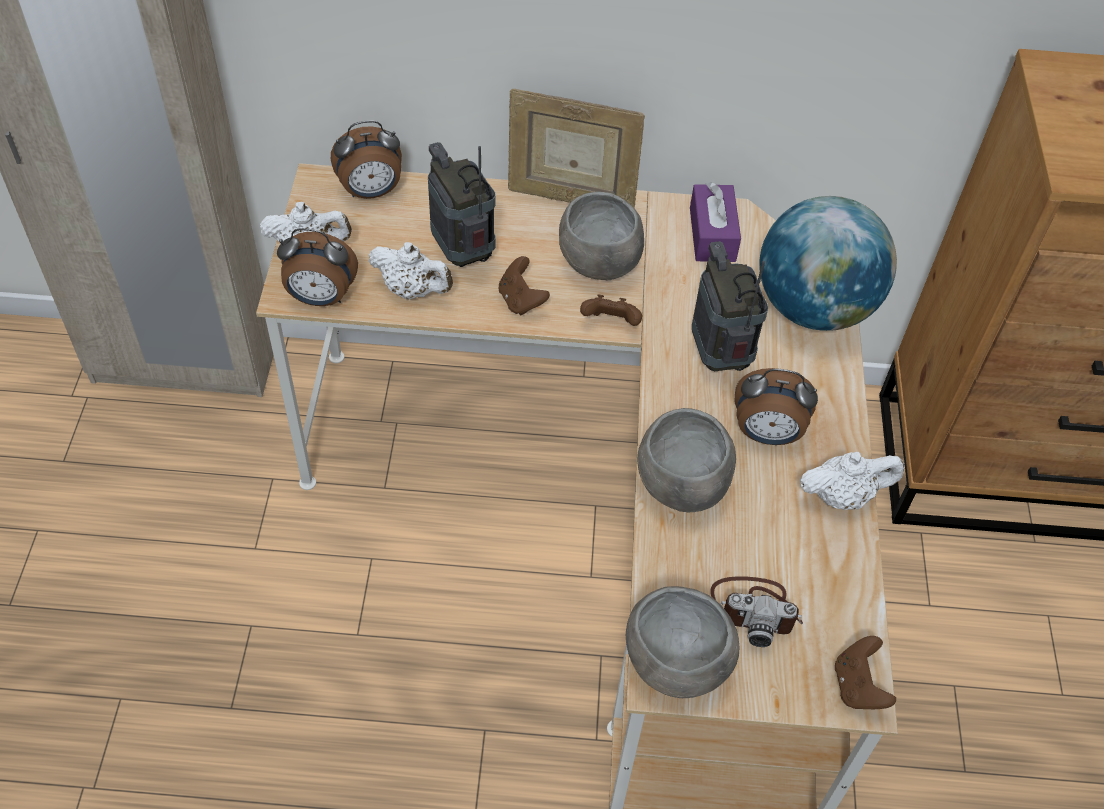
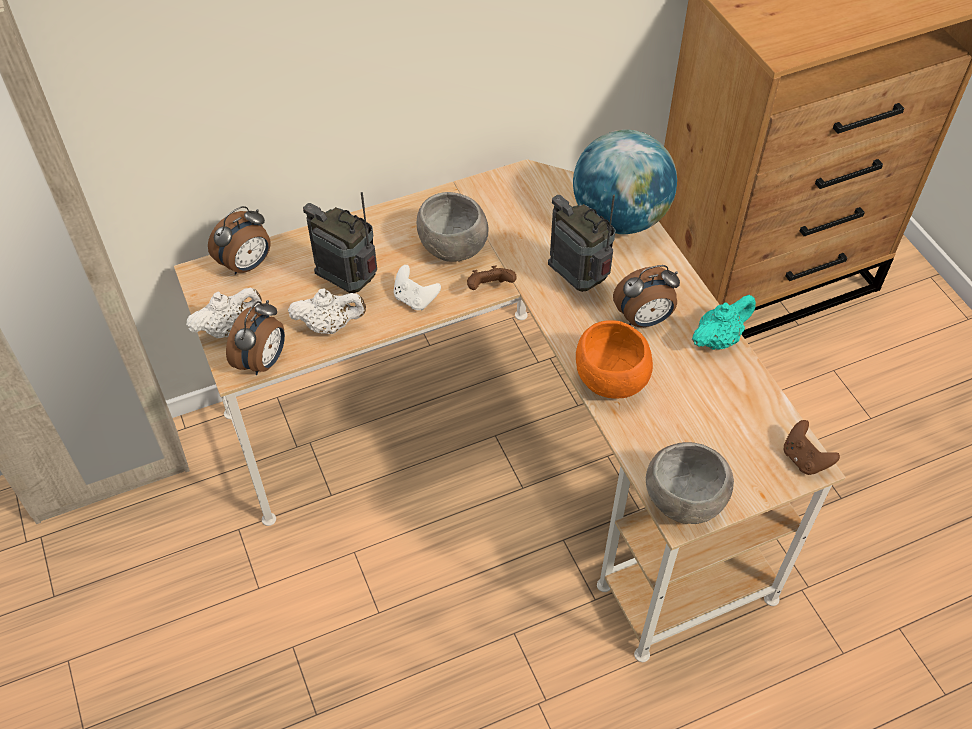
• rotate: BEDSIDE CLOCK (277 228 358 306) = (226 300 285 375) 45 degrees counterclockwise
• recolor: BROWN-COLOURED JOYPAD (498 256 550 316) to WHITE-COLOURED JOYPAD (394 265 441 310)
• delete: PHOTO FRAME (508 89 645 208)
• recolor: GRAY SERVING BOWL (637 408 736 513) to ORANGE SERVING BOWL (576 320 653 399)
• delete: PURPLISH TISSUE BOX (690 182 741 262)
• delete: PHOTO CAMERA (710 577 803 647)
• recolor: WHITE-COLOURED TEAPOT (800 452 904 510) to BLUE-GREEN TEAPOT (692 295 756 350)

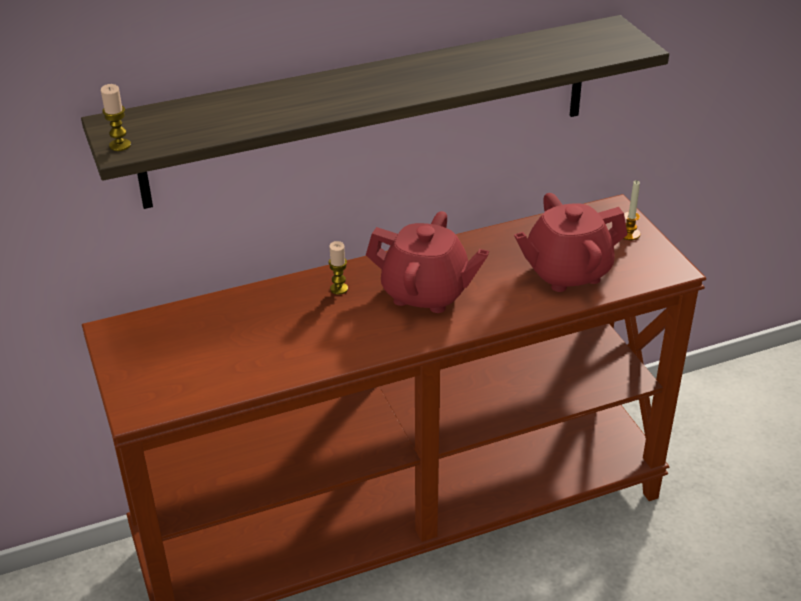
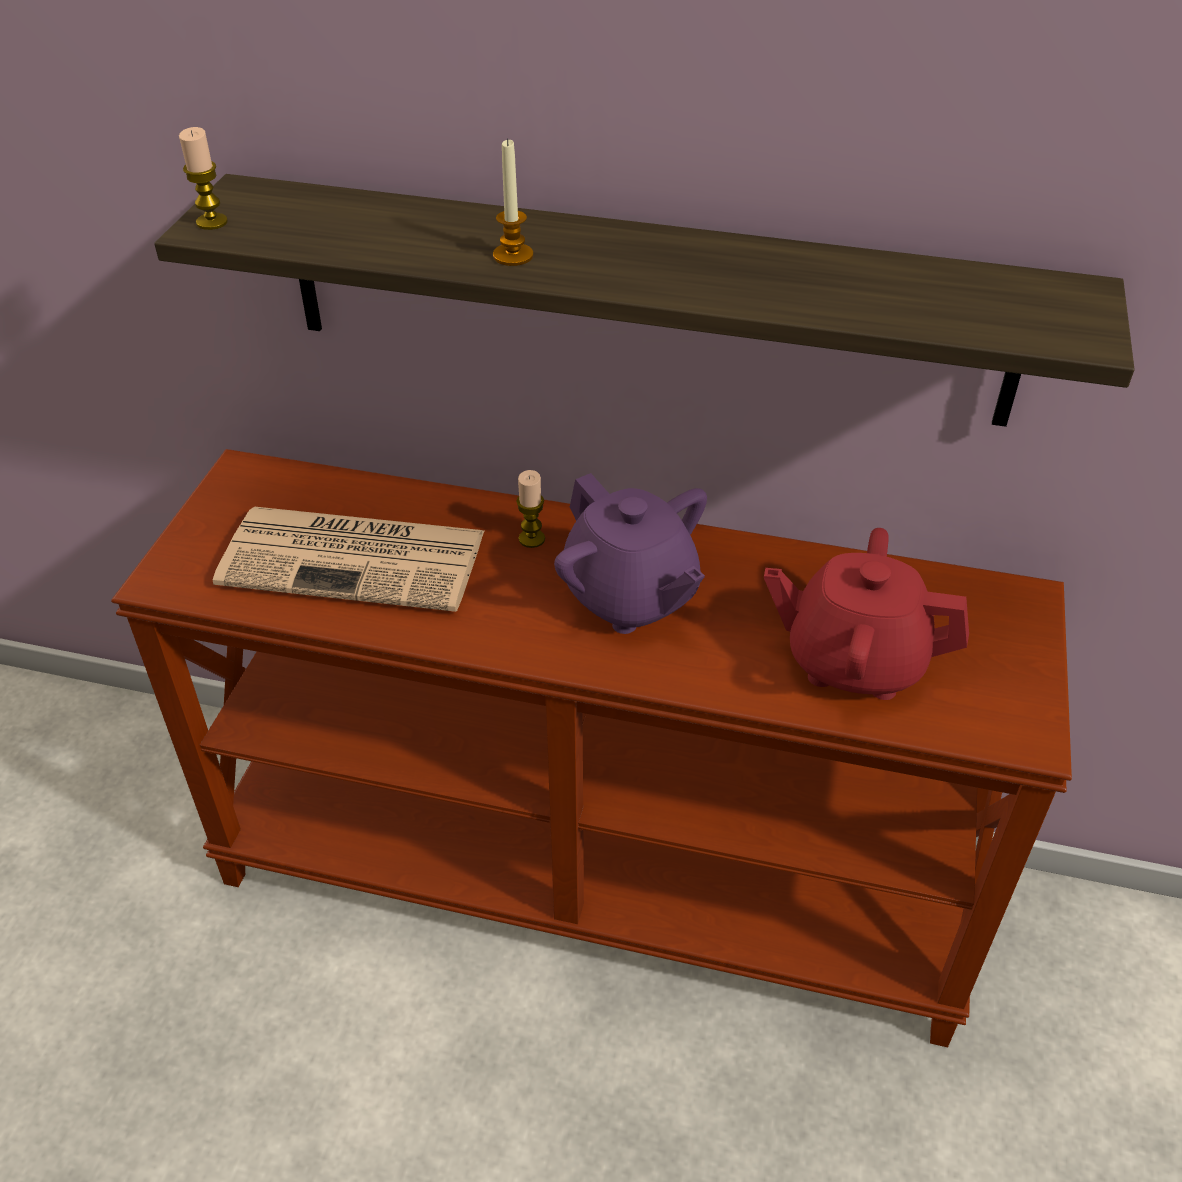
• recolor: RED TEAPOT (366 211 489 313) to PURPLISH TEAPOT (554 473 707 634)
• move: WAX CANDLE (623 180 640 240) to (493 138 533 266)
• insert: DAILY PAPER (213 506 484 612)

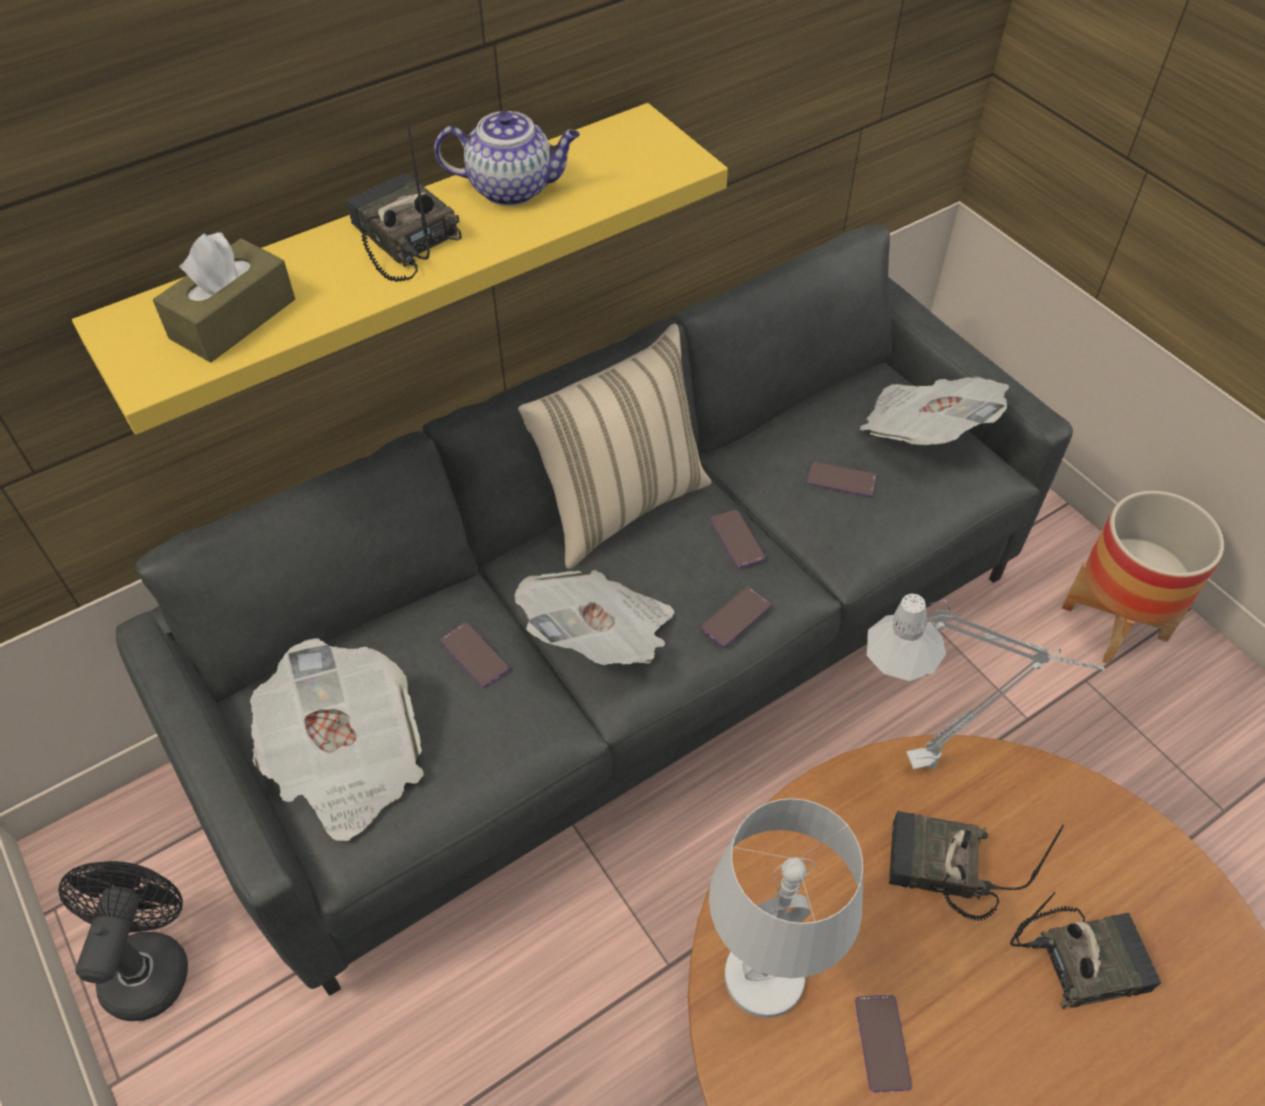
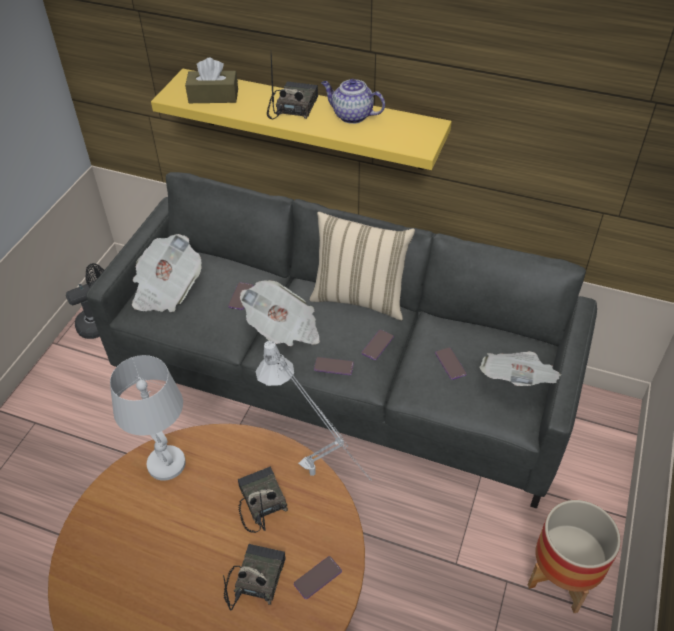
• rotate: TEAPOT (434 111 580 206) = (321 79 385 124) 150 degrees clockwise
• move: HANDSET (855 995 912 1092) to (294 556 342 599)
• rotate: RADIO SET (1010 892 1161 1009) = (223 544 286 610) 120 degrees counterclockwise

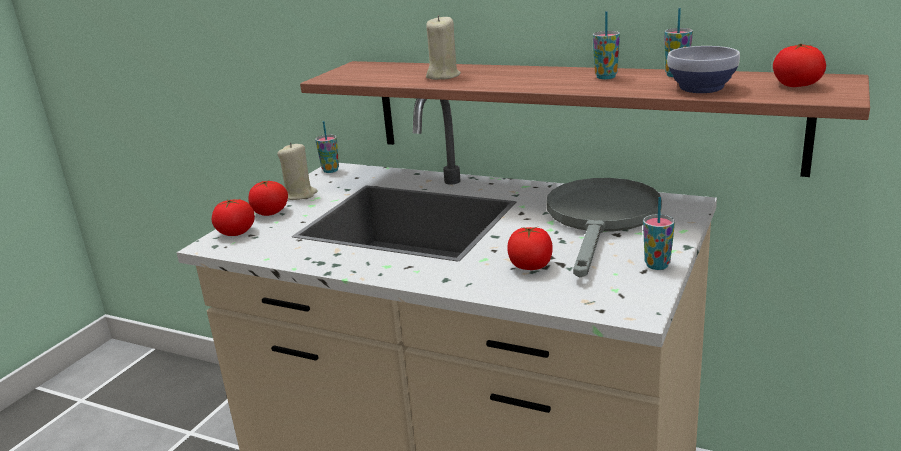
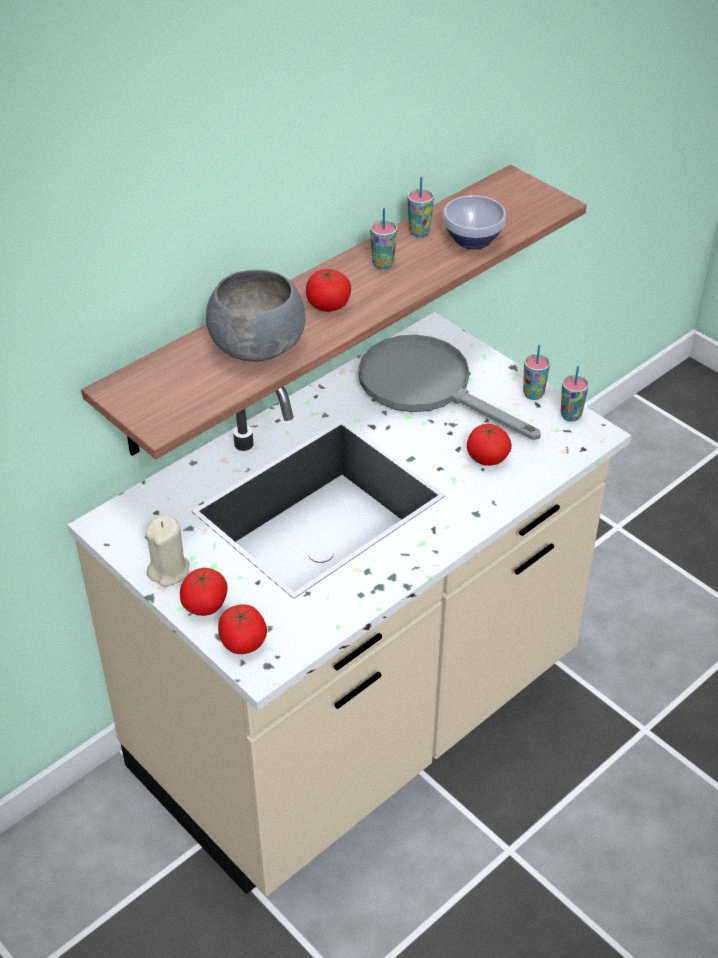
• move: SMALL CUP (315 121 339 173) to (560 366 589 422)
• replace: BEIGE WAX CANDLE (426 15 461 80) to GRAY SERVING BOWL (206 269 305 362)
• move: TOMATO (773 44 826 87) to (306 269 351 312)

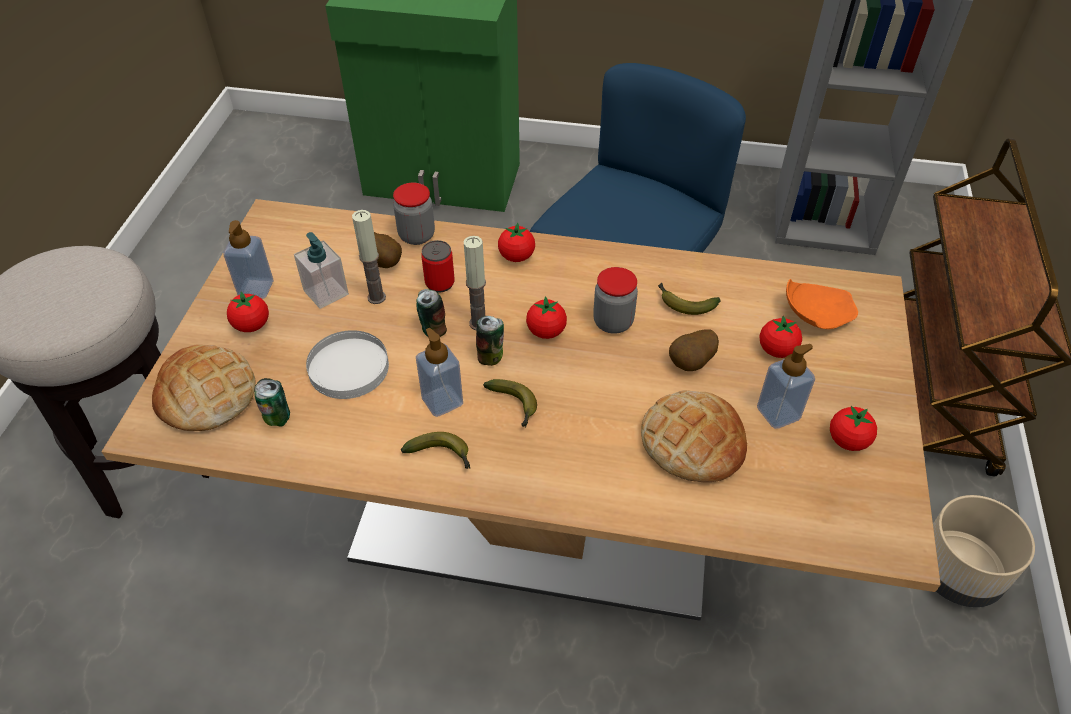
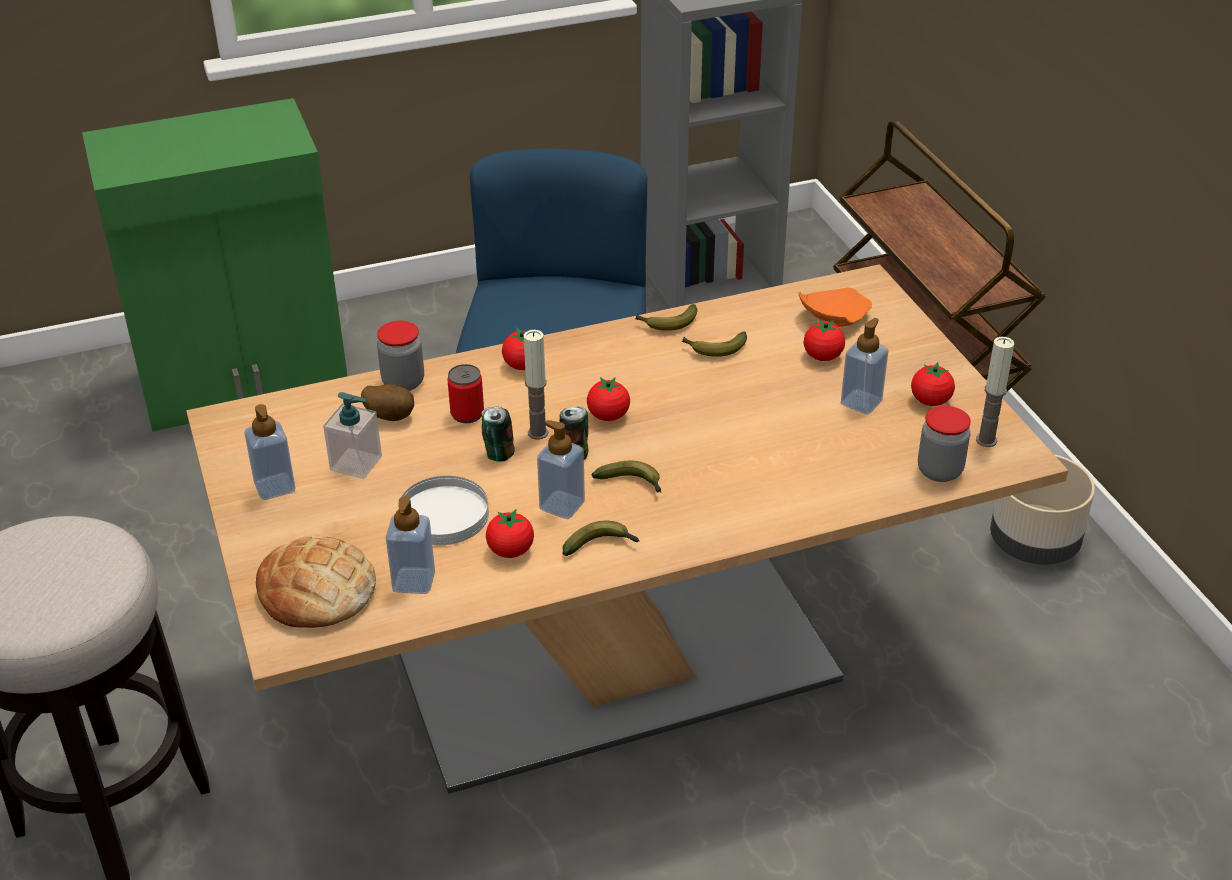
• move: TOMATO (227 292 269 332) to (486 509 534 558)
• replace: SEALED CAN (255 378 290 427) to SOAP DISPENSER (386 496 435 594)
• move: WAX CANDLE (352 210 386 304) to (976 337 1014 447)
• move: JAR (593 267 638 334) to (918 406 971 482)
• delete: BREAD (641 390 747 482)
• delete: SPUD (669 330 719 371)
• insert: WHOLE BANANA (635 304 697 331)

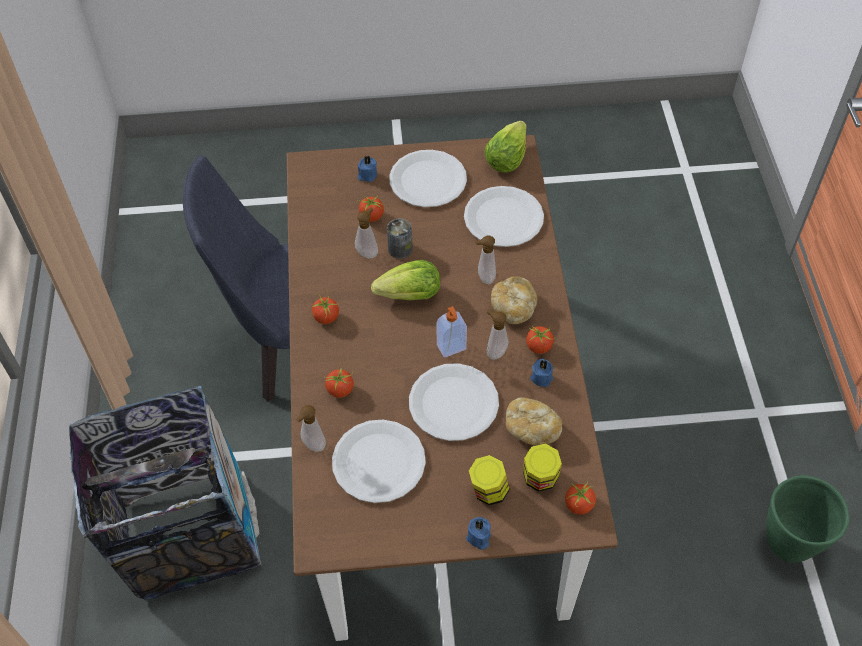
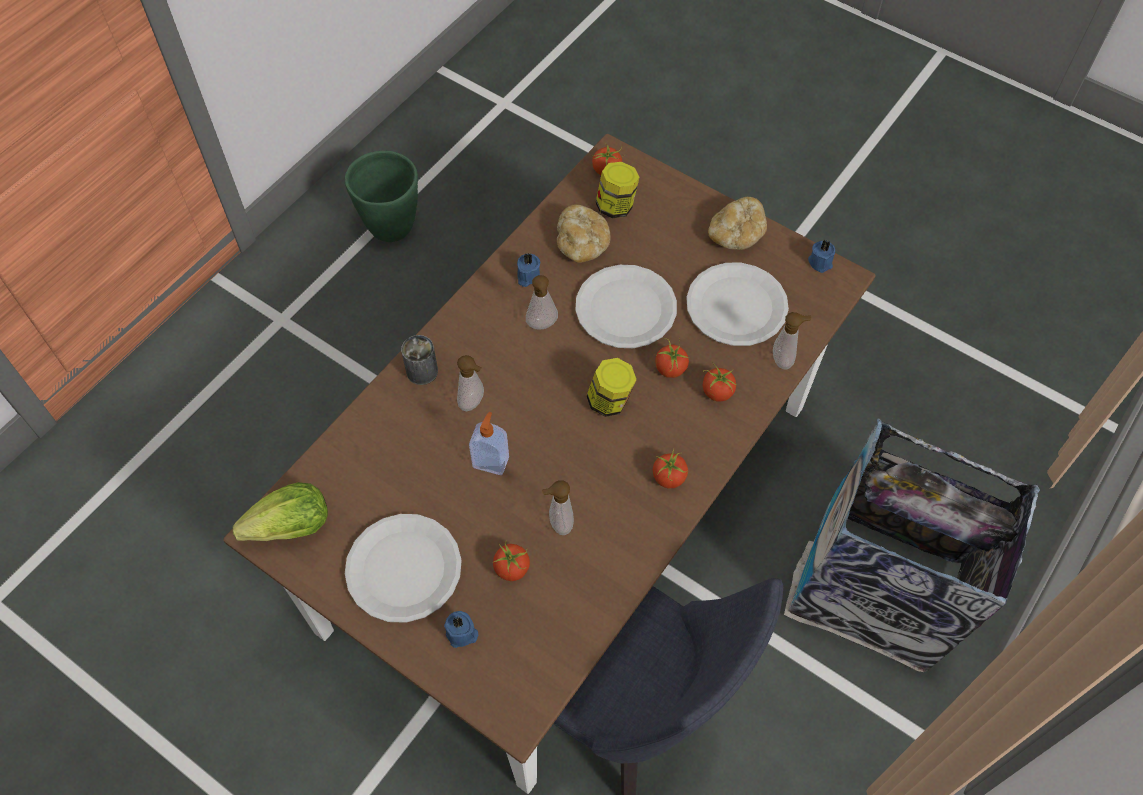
• delete: HEAD OF LETTUCE (371 260 440 300)
• move: SEALED CAN (387 218 413 259) to (401 335 438 385)
• move: SOAP DISPENSER (436 306 467 358) to (469 412 509 475)
• delete: WHITE-COLOURED FLAT DISH (464 186 544 247)
• move: BLUISH WAX CANDLE (466 517 491 550) to (808 239 835 273)
• move: JAR (469 455 510 505) to (586 358 637 417)
• move: BREAD (491 276 537 324) to (708 197 767 250)
• move: TOMATO (526 325 554 354) to (655 339 689 378)

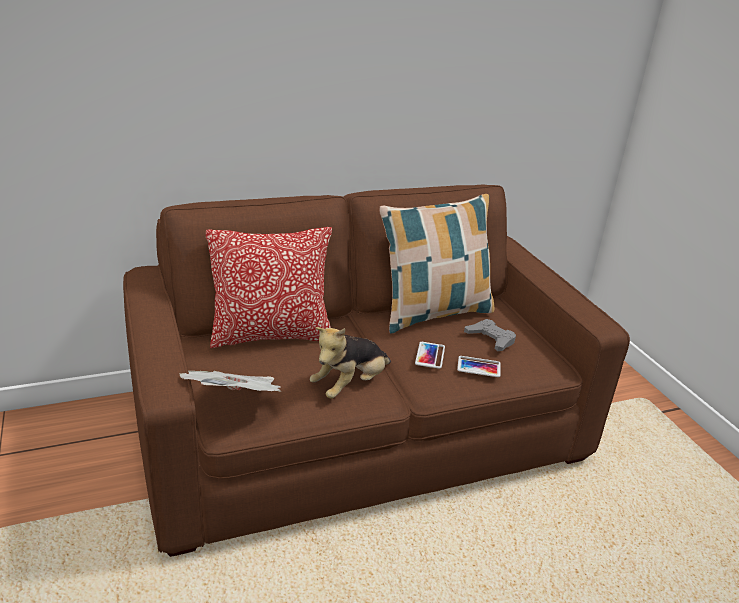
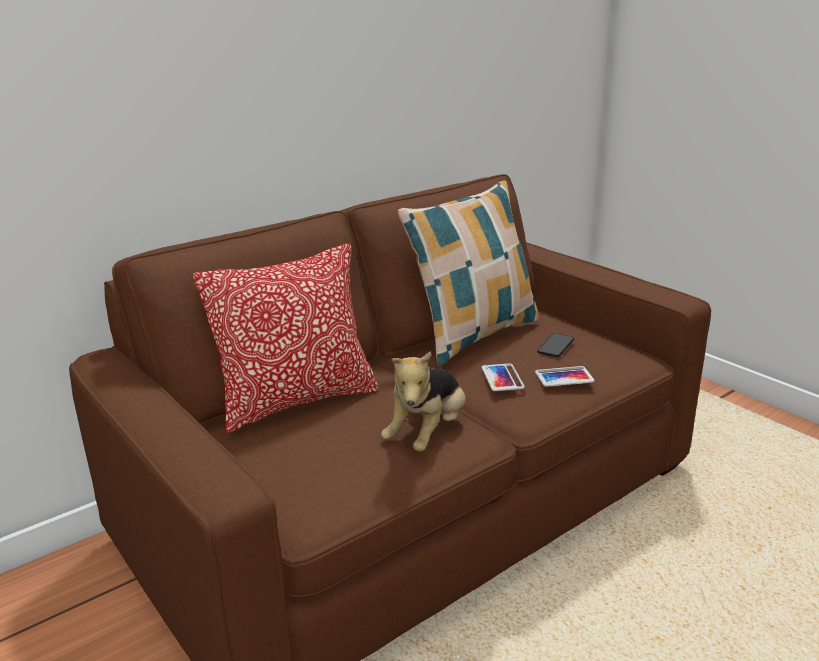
• delete: DAILY PAPER (179 371 281 391)
• replace: GRAY JOYPAD (464 319 516 351) to HANDSET (537 333 574 357)

